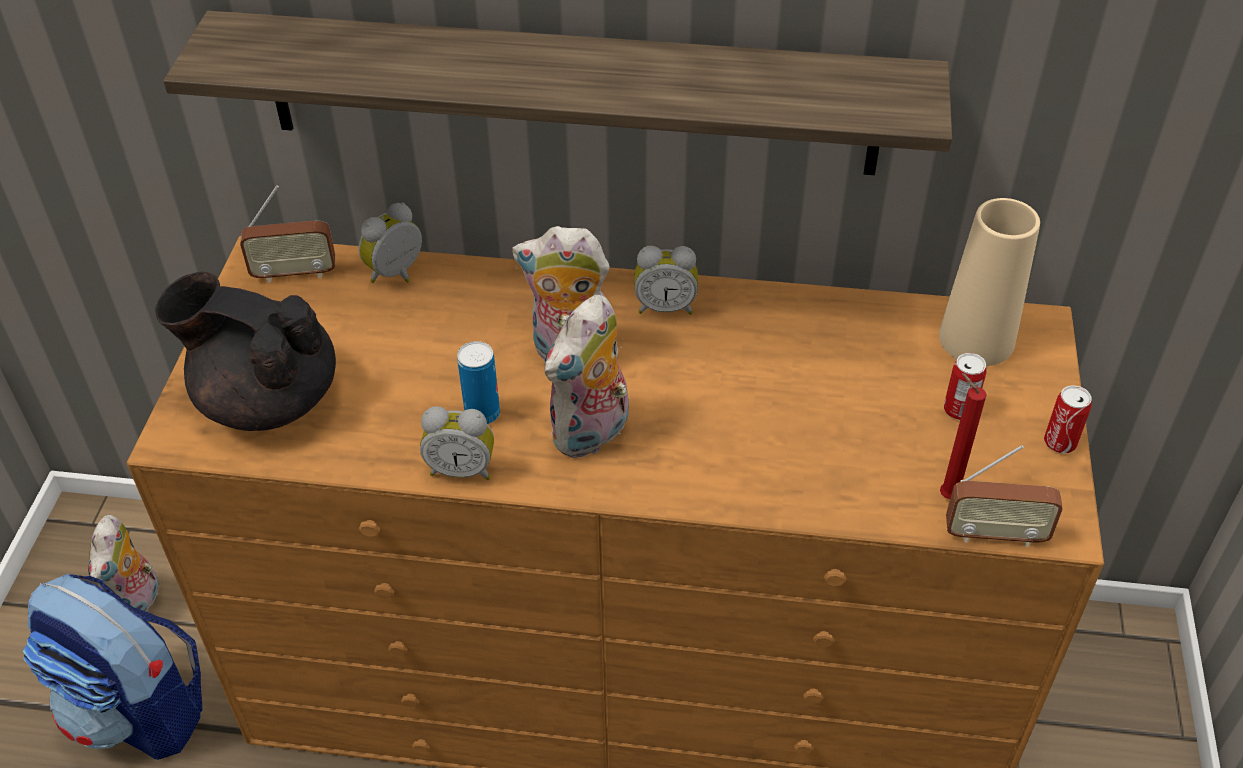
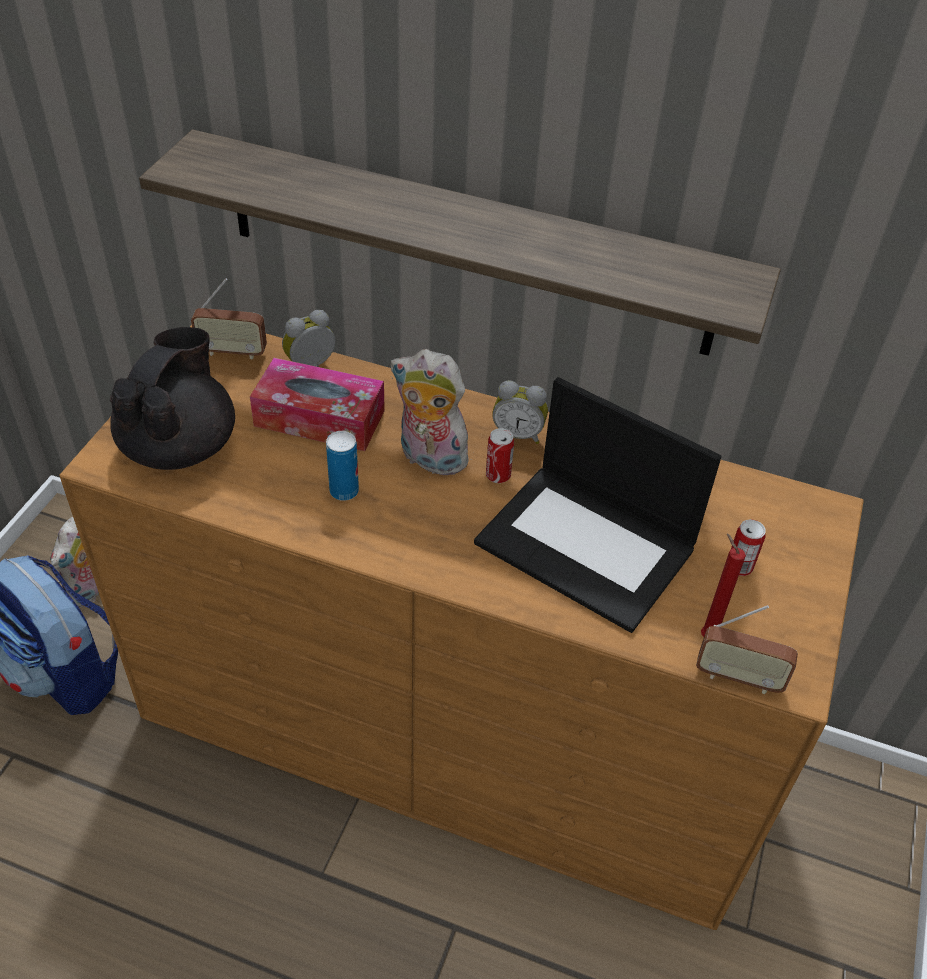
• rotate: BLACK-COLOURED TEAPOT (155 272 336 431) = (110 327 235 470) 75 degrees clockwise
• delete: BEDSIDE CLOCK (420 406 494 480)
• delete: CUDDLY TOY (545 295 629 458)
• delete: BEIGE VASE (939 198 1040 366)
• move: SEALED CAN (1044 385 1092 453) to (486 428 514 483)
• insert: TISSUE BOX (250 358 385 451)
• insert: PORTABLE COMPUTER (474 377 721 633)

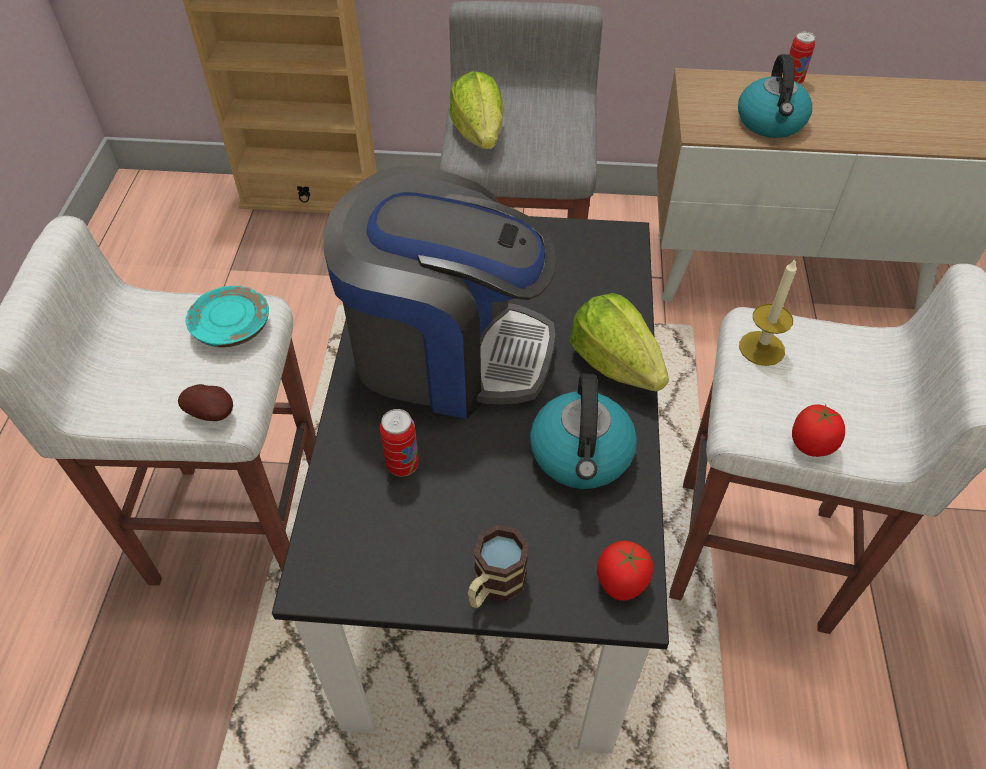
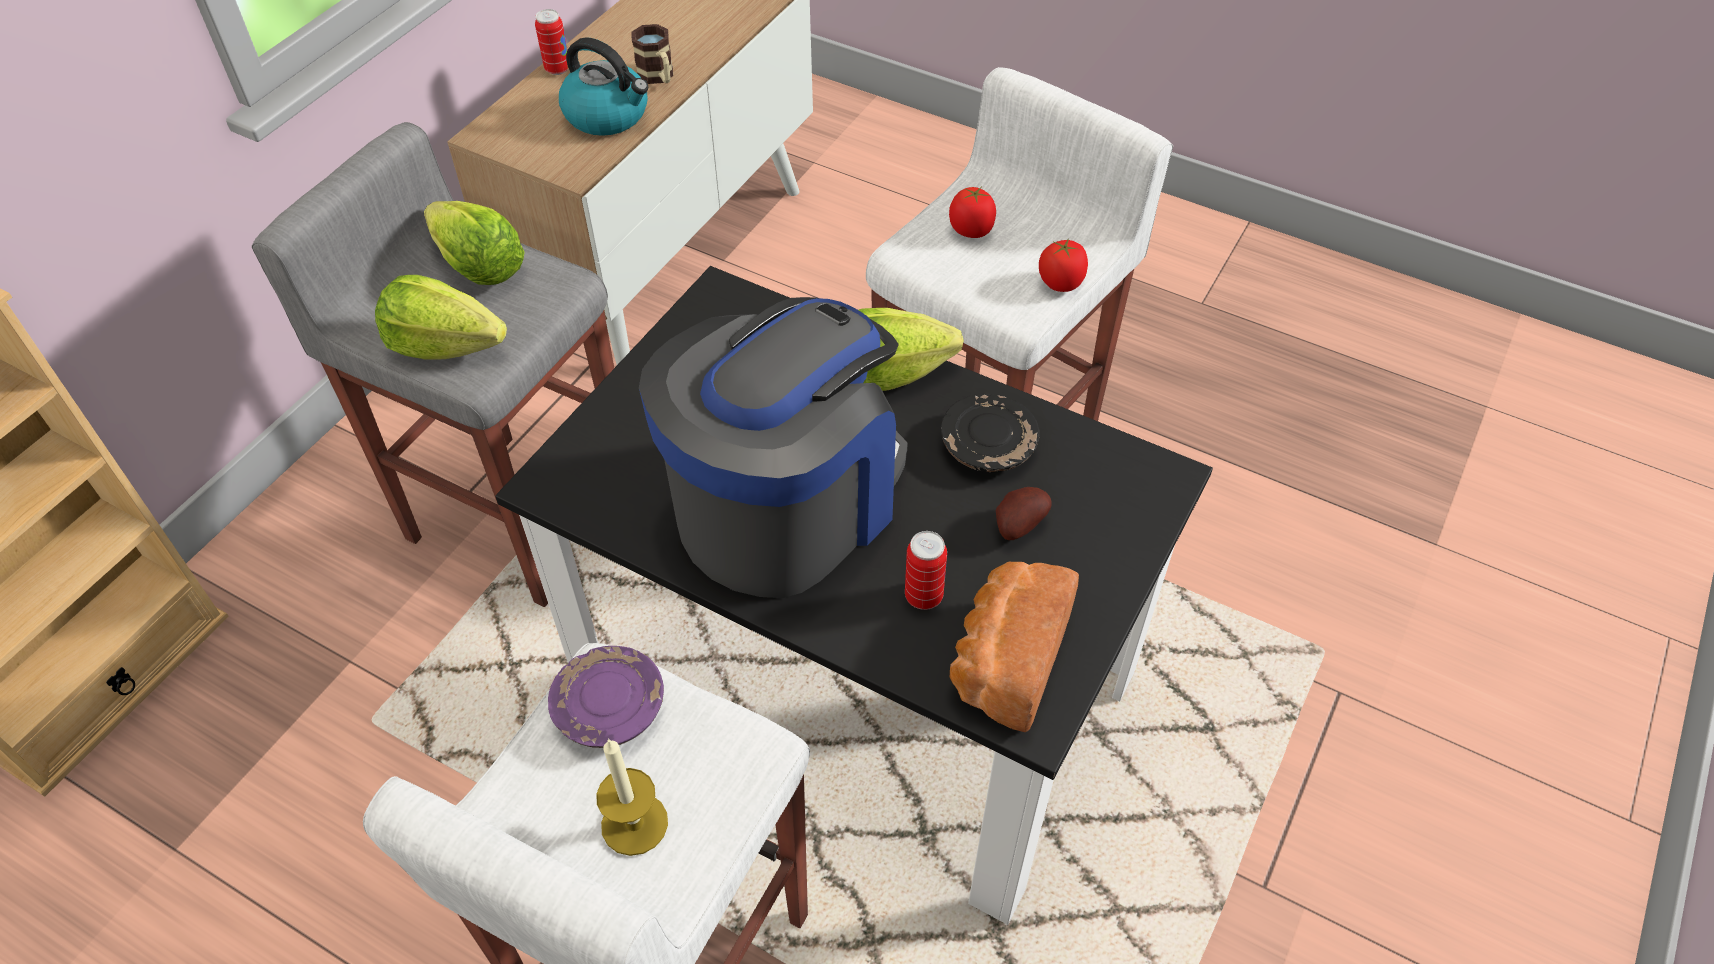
• move: SPUD (178 384 233 421) to (996 487 1052 540)
• recolor: BLUE-GREEN FLAT DISH (186 286 269 347) to PURPLISH FLAT DISH (548 646 664 748)
• move: COFFEE MUG (468 525 529 608) to (631 24 673 84)
• replace: KETTLE (530 373 637 489) to BLACK-COLOURED FLAT DISH (941 393 1040 472)
• move: TOMATO (597 541 653 601) to (949 187 996 238)
• move: WAX CANDLE (739 259 797 366) to (596 738 668 856)
• insert: HEAD OF LETTUCE (424 201 525 285)
• insert: BREAD (950 562 1079 732)

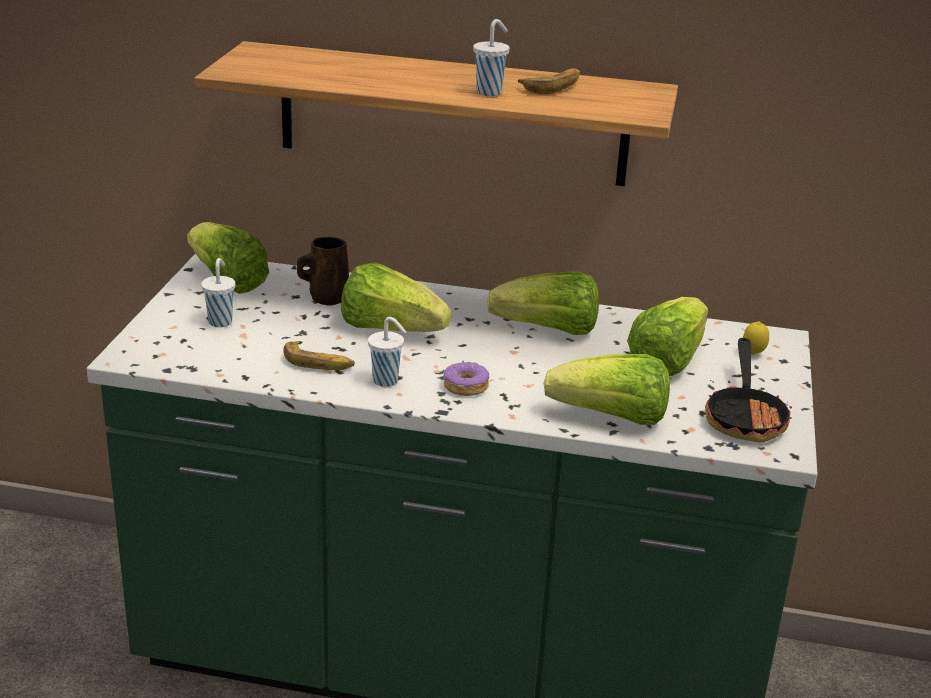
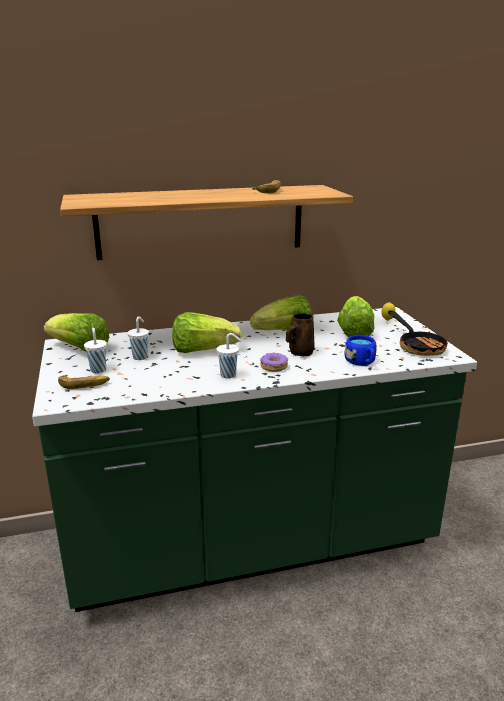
• move: WHOLE BANANA (283 341 355 370) to (58 375 110 389)
• move: BROWN-COLOURED COFFEE MUG (297 237 349 306) to (286 313 315 356)
• move: WHITE-COLOURED SMALL CUP (473 19 510 96) to (127 316 149 360)
• replace: HEAD OF LETTUCE (544 354 670 425) to BLUISH COFFEE MUG (345 335 377 366)

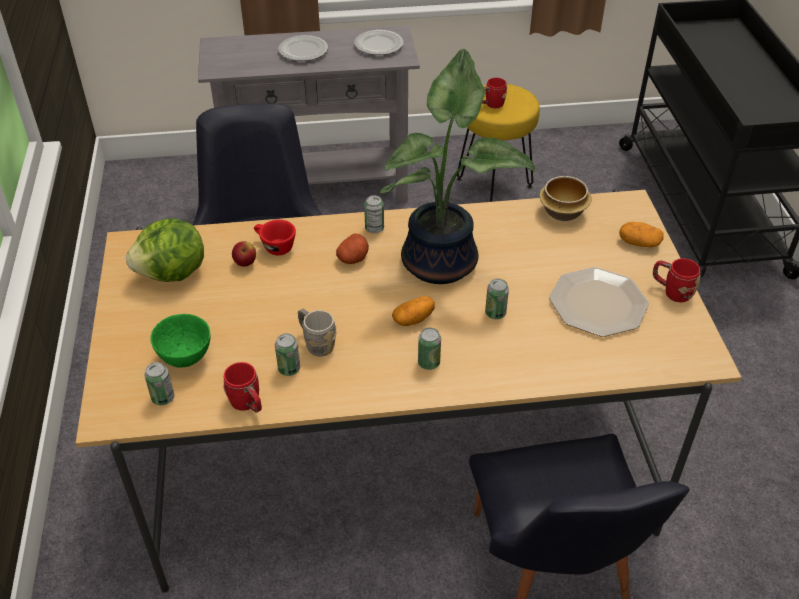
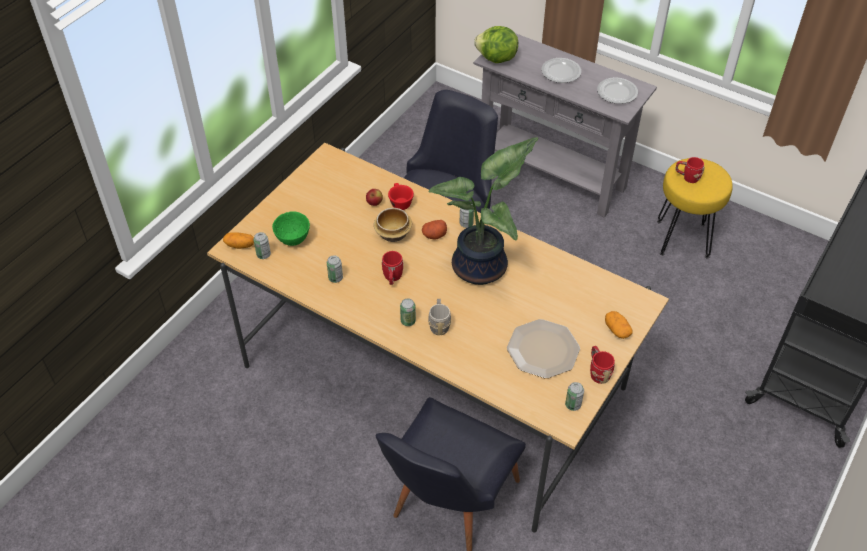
• move: HEAD OF LETTUCE (126 218 204 282) to (474 26 518 63)
• move: RED COFFEE MUG (223 362 262 413) to (382 251 404 285)
• move: GRAY COFFEE MUG (298 308 336 356) to (428 299 451 335)
• move: SPUD (392 296 435 326) to (223 232 254 249)
• move: SEALED CAN (485 279 509 319) to (565 382 584 411)
• move: SERVING BOWL (539 176 592 221) to (374 208 412 242)

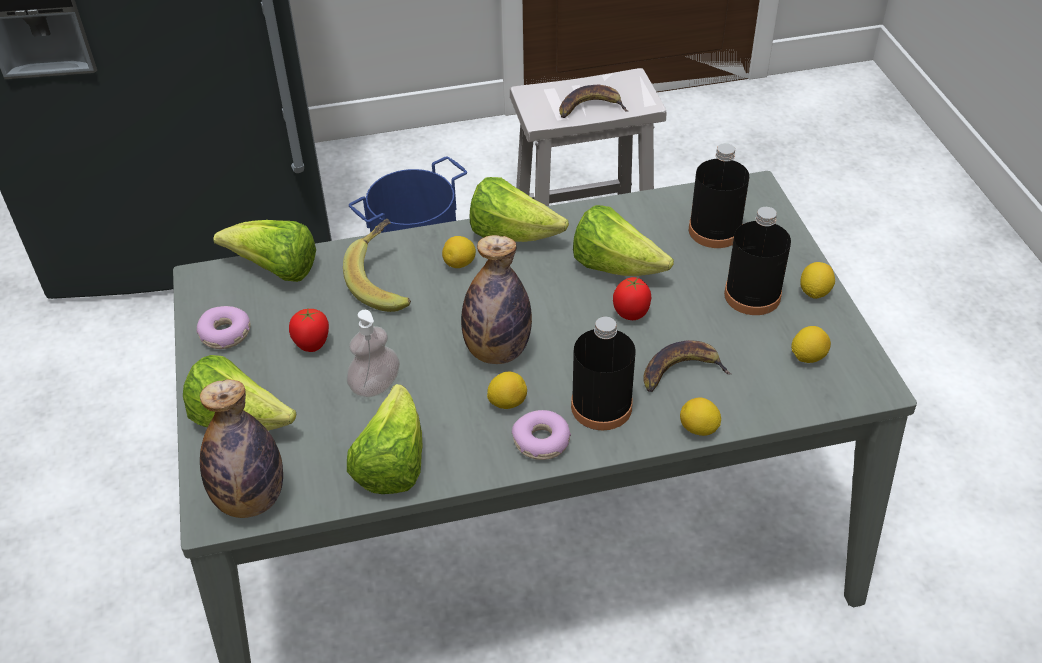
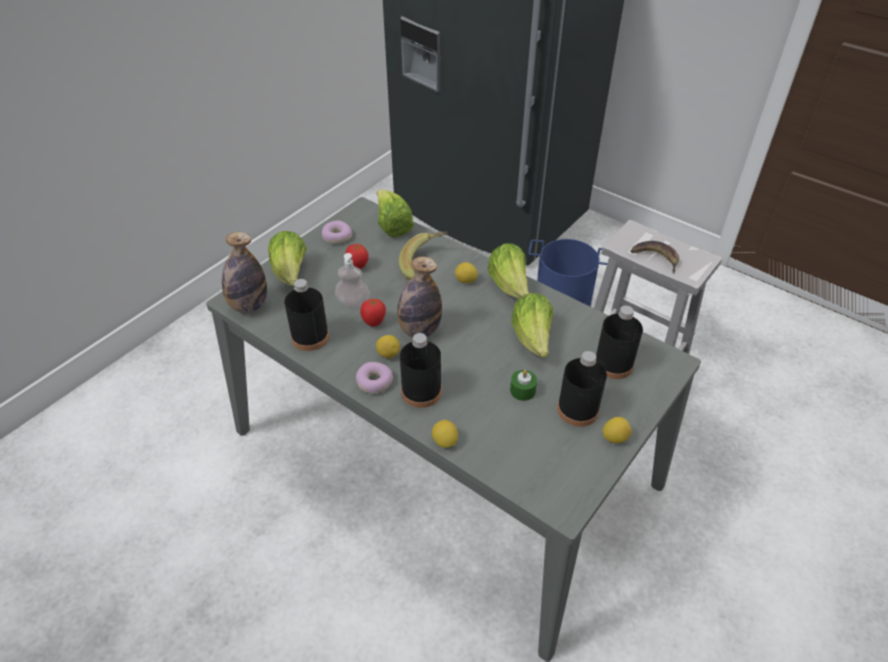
• replace: HEAD OF LETTUCE (347 384 423 494) to BLACK-COLOURED BEVERAGE BOTTLE (284 279 329 351)
• move: TOMATO (613 277 652 320) to (360 299 386 327)
• delete: WHOLE BANANA (643 340 732 392)
• delete: WHOLE LEMON (791 326 831 363)
• insert: GREEN WAX CANDLE (510 370 537 401)

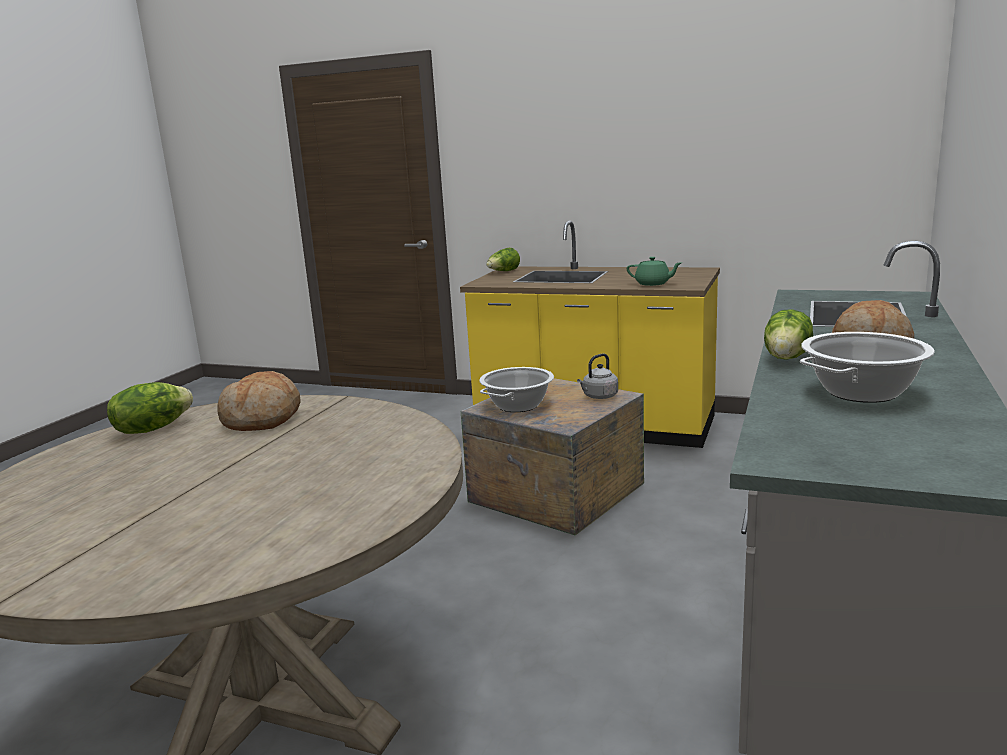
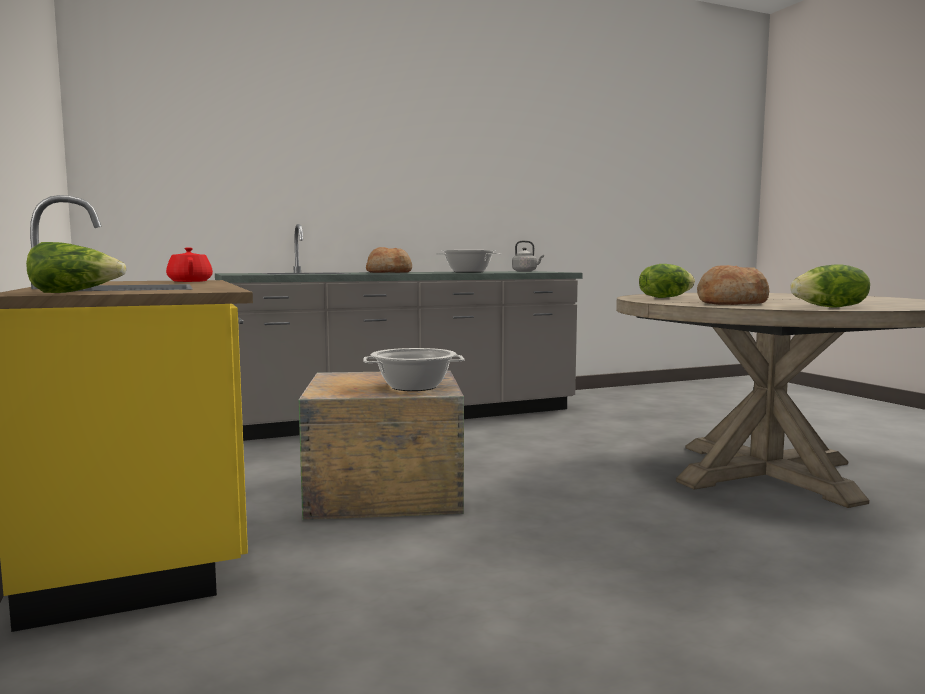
• move: GRAY KETTLE (577 353 618 399) to (512 240 544 272)
• recolor: GREEN TEAPOT (627 257 681 286) to RED TEAPOT (166 247 213 282)
• move: HEAD OF LETTUCE (764 309 813 360) to (639 264 695 298)

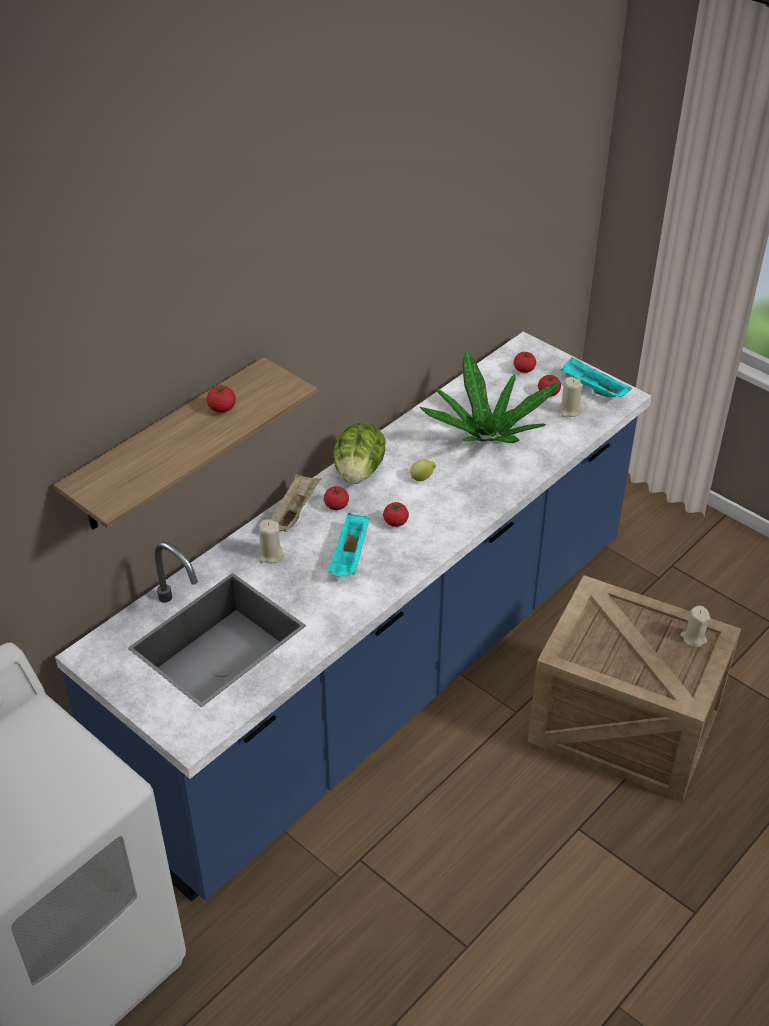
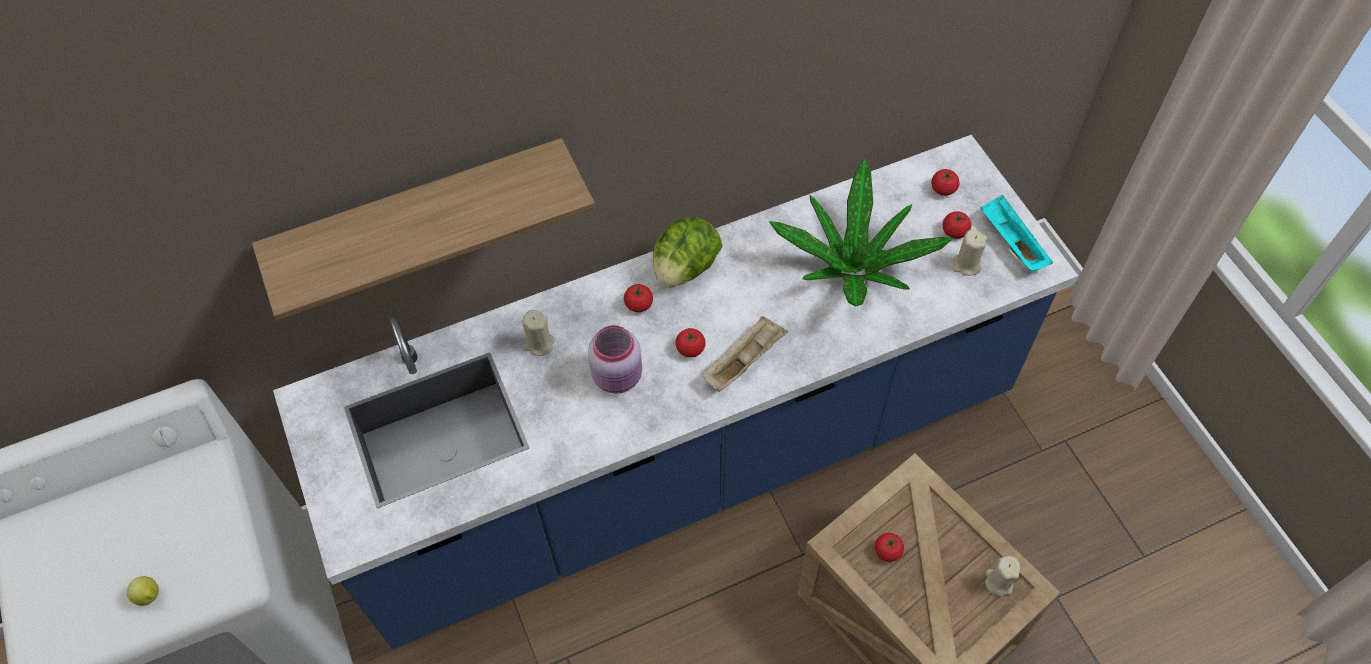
• move: TOMATO (207 384 236 413) to (875 533 904 562)
• move: BEIGE CARRYING TRAY (270 474 321 532) to (702 316 788 392)
• replace: BLUE-GREEN CARRYING TRAY (328 513 369 576) to PINKISH JAR (588 325 642 394)
• move: WHOLE LEMON (410 459 436 481) to (127 576 159 606)

